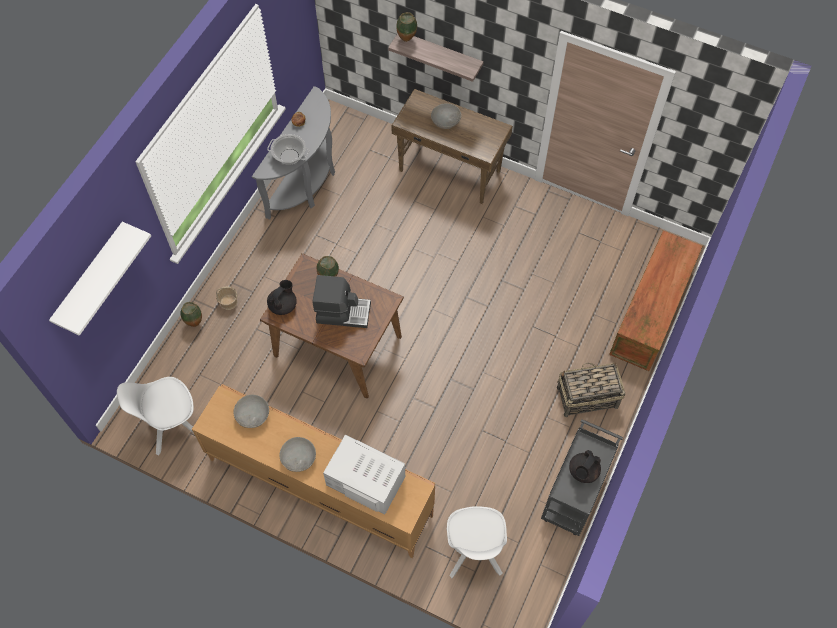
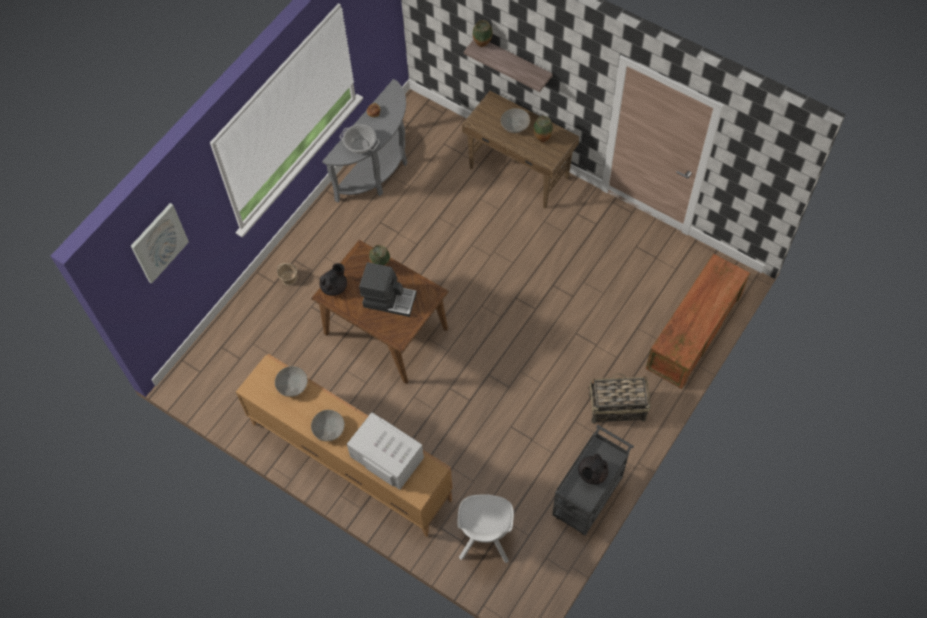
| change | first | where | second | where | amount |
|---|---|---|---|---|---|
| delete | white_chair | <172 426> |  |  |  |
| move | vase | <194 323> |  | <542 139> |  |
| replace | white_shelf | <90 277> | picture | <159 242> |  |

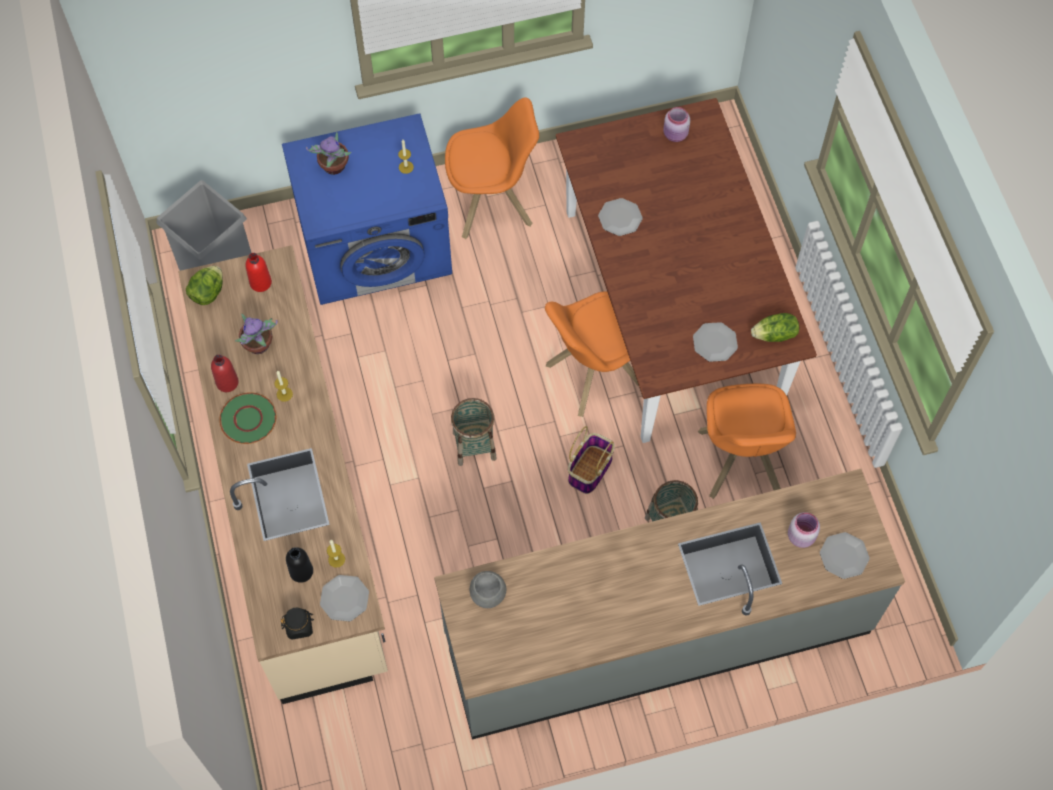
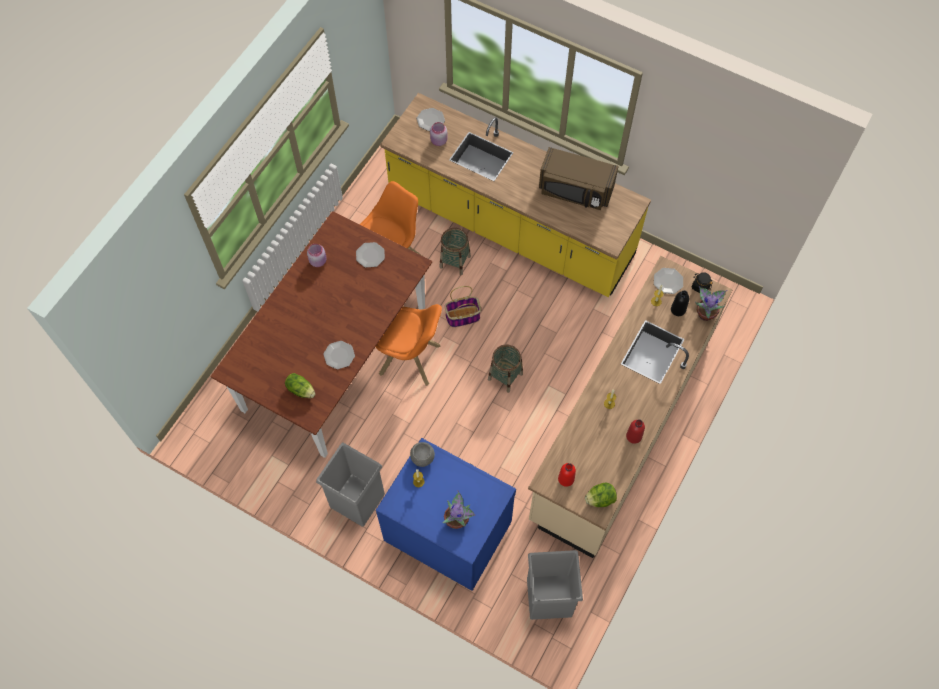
| change | first | where | second | where | amount |
|---|---|---|---|---|---|
| delete | green_plate | <248 419> |  |  |  |
| insert |  |  | brown_microwave | <575 190> |  |
| move | potted_plant | <258 345> |  | <706 313> |  |
| move | grey_bowl | <488 595> |  | <423 458> |  |
| move | pink_jar | <675 135> |  | <318 261> |  |
| move | lettuce | <775 335> |  | <301 389> |  |
| replace | orange_chair | <492 204> | grey_trash_can | <357 500> |  |
| recolor | grey_counter | <657 632> | yellow_counter | <510 226> |  |

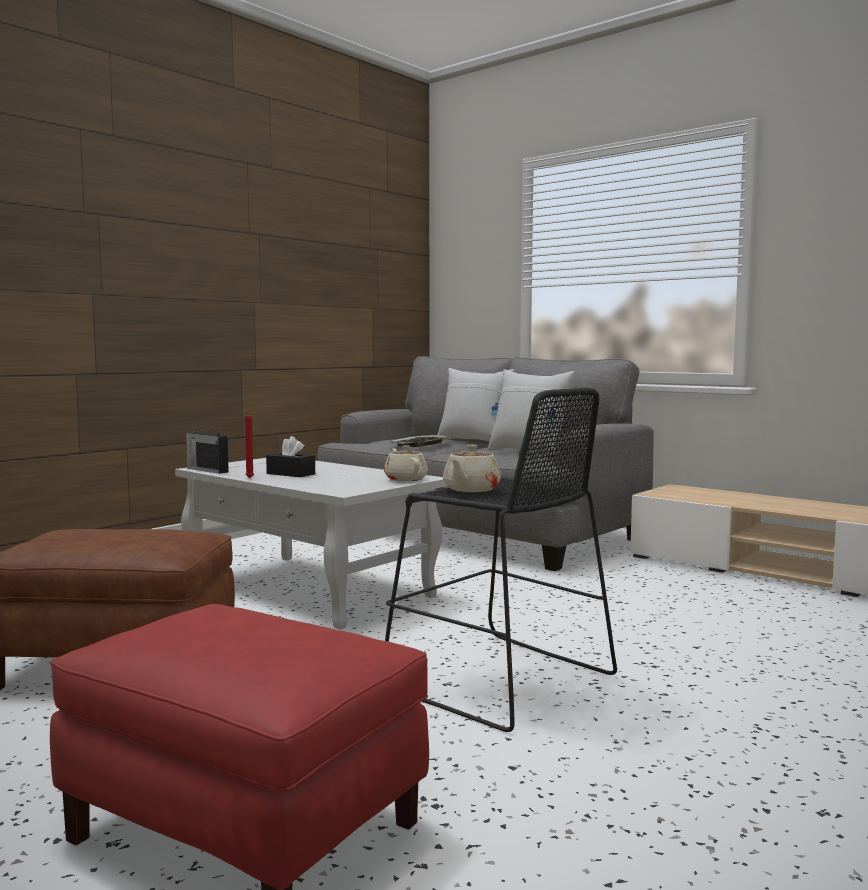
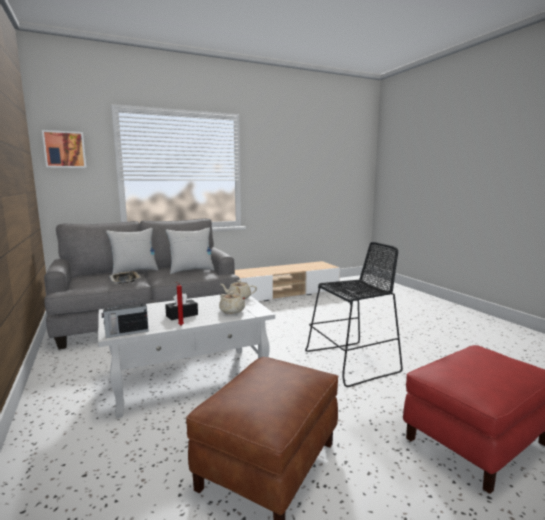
| change | first | where | second | where | amount |
|---|---|---|---|---|---|
| insert |  |  | picture | <65 149> |  |
| move | beige_teapot | <470 490> |  | <232 311> |  |

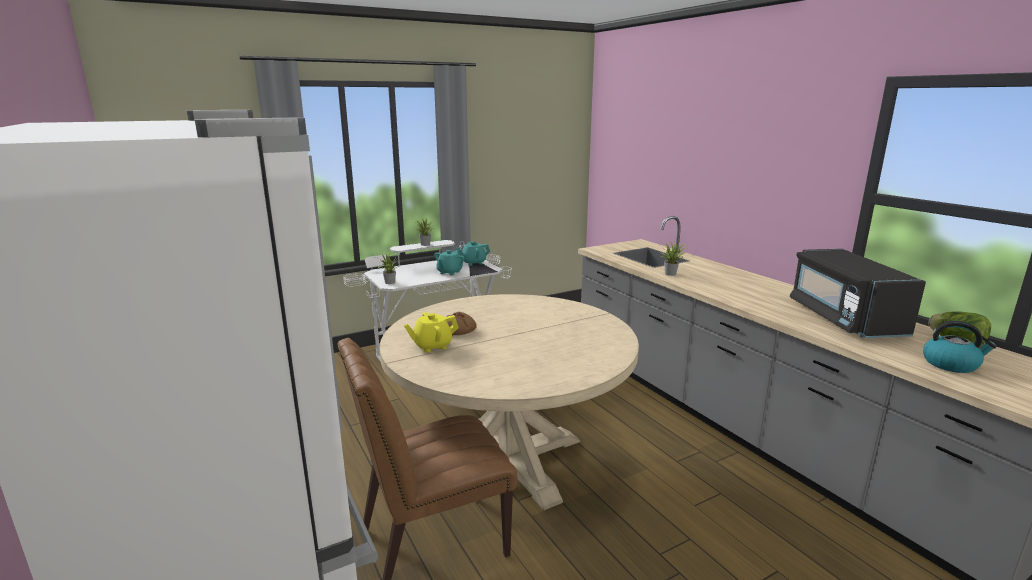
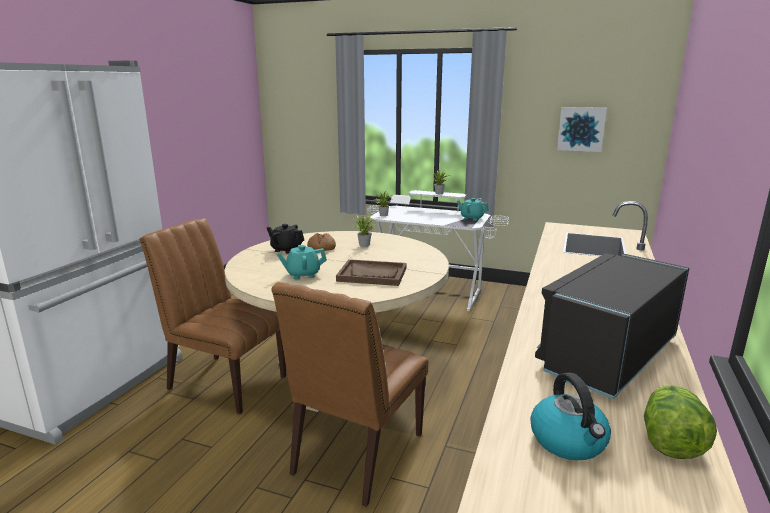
| change | first | where | second | where | amount |
|---|---|---|---|---|---|
| insert |  |  | brown_chair | <358 452> |  |
| insert |  |  | brown_tray | <372 274> |  |
| insert |  |  | picture | <581 129> |  |
| move | turquoise_teapot | <449 272> |  | <303 274> |  |
| move | potted_plant | <671 273> |  | <366 245> |  |
| recolor | yellow_teapot | <432 346> | black_teapot | <286 250> |  |

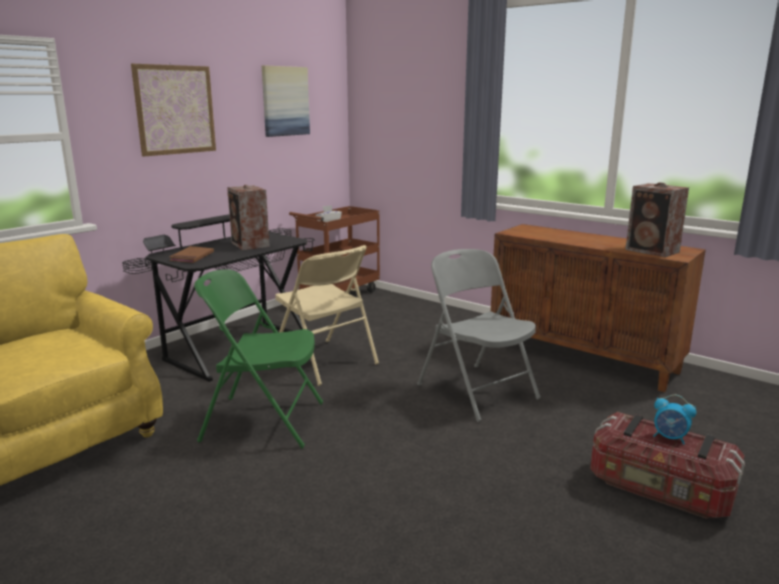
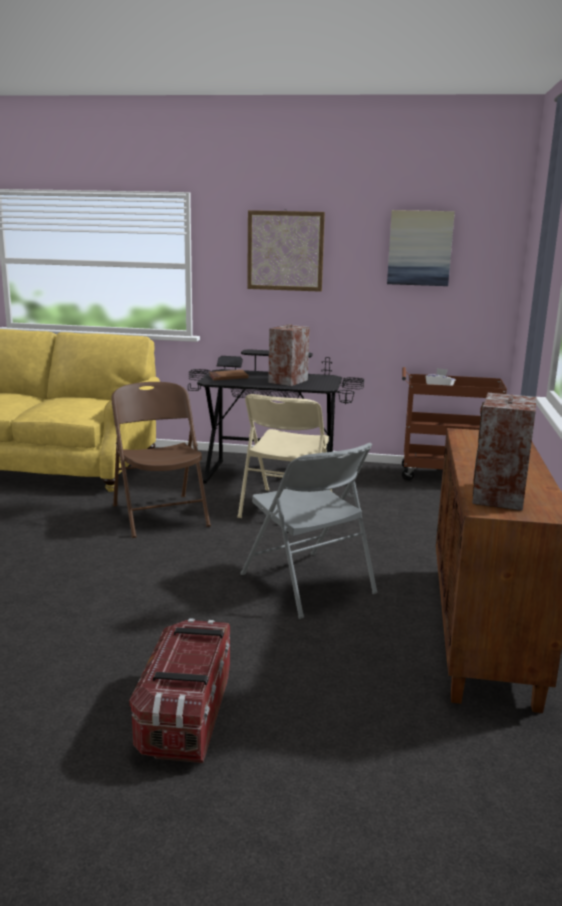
| change | first | where | second | where | amount |
|---|---|---|---|---|---|
| delete | alarm_clock | <670 438> |  |  |  |
| recolor | green_chair | <264 421> | brown_chair | <160 515> |  |
| rotate | grey_chair | <477 391> |  | <307 584> | 120 degrees clockwise |

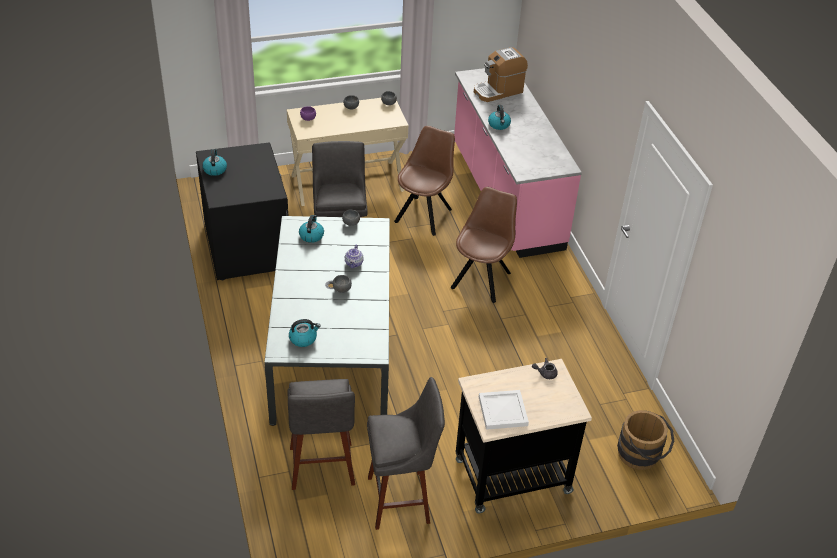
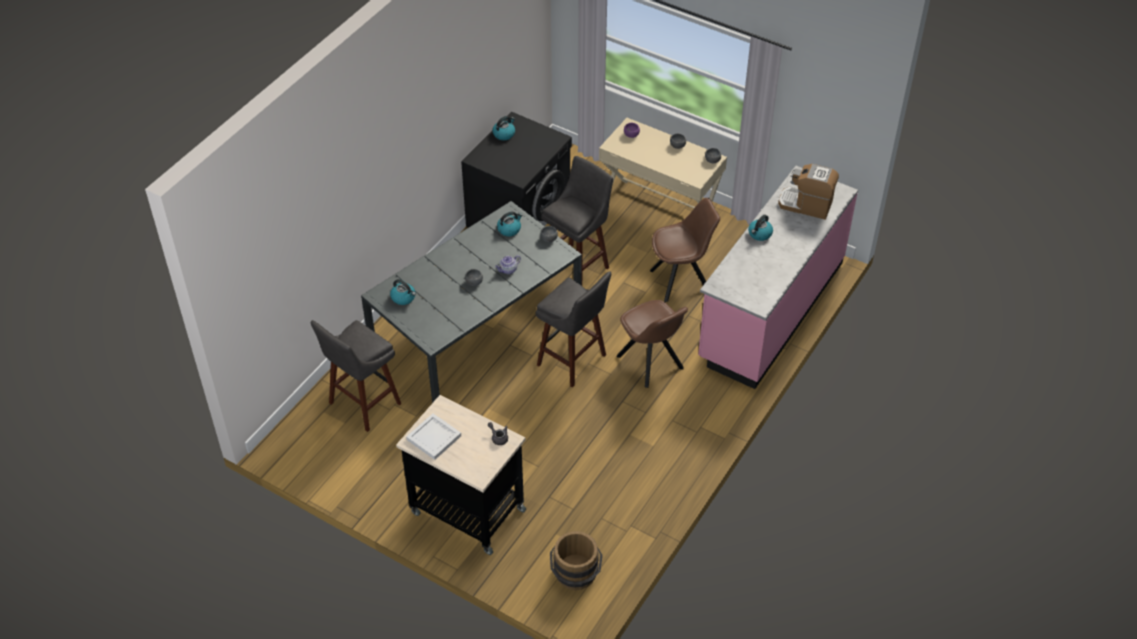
| change | first | where | second | where | amount |
|---|---|---|---|---|---|
| move | grey_stool | <402 500> |  | <573 362> |  |
| rotate | brown_chair | <481 280> |  | <650 362> | 75 degrees clockwise |

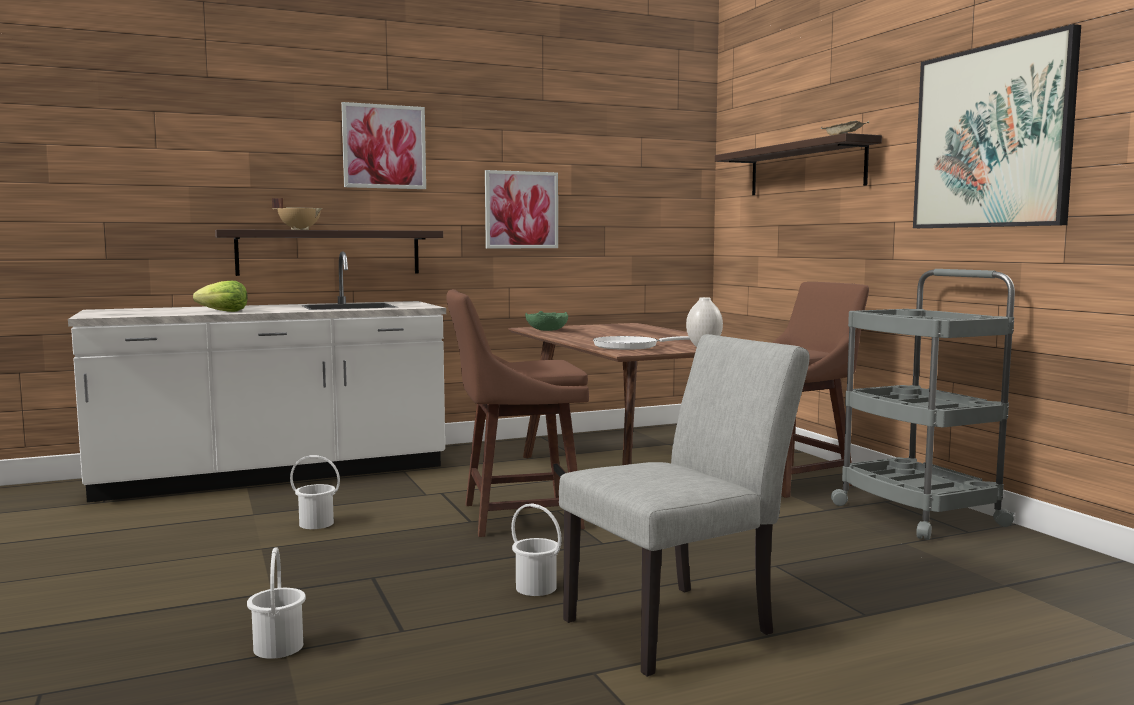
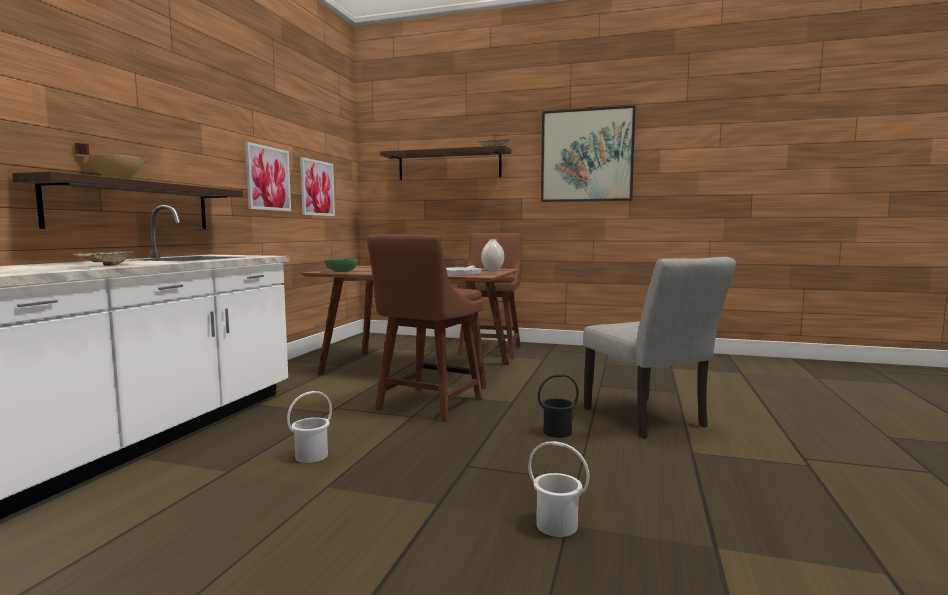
| change | first | where | second | where | amount |
|---|---|---|---|---|---|
| delete | grey_cart | <916 514> |  |  |  |
| move | picture | <384 146> |  | <317 188> |  |
| replace | lettuce | <224 311> | beige_tray | <106 266> |  |
| recolor | white_bucket | <536 587> | black_bucket | <557 432> |  |
| rotate | grey_chair | <681 623> |  | <649 420> | 150 degrees clockwise |

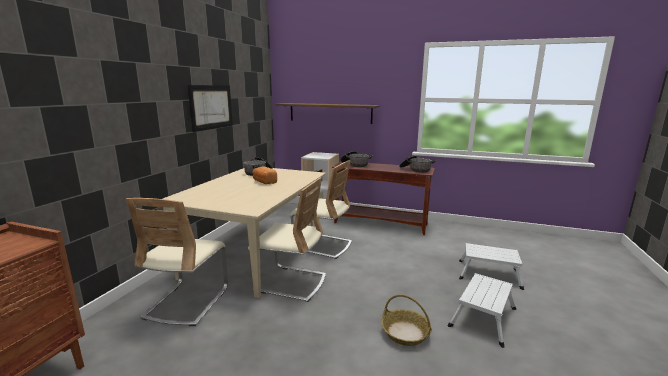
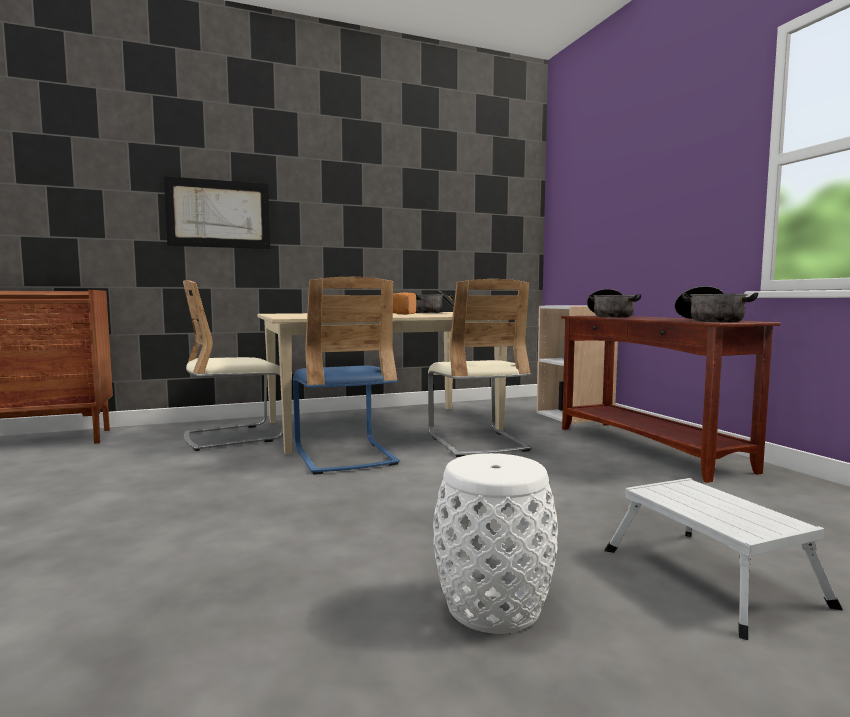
| change | first | where | second | where | amount |
|---|---|---|---|---|---|
| delete | shelf | <330 113> |  |  |  |
| delete | basket | <405 333> |  |  |  |
| move | picture | <211 107> |  | <219 214> |  |
| replace | white_step_ladder | <483 317> | white_stool | <494 607> |  |
| recolor | beige_chair | <290 283> | blue_chair | <344 456> |  |

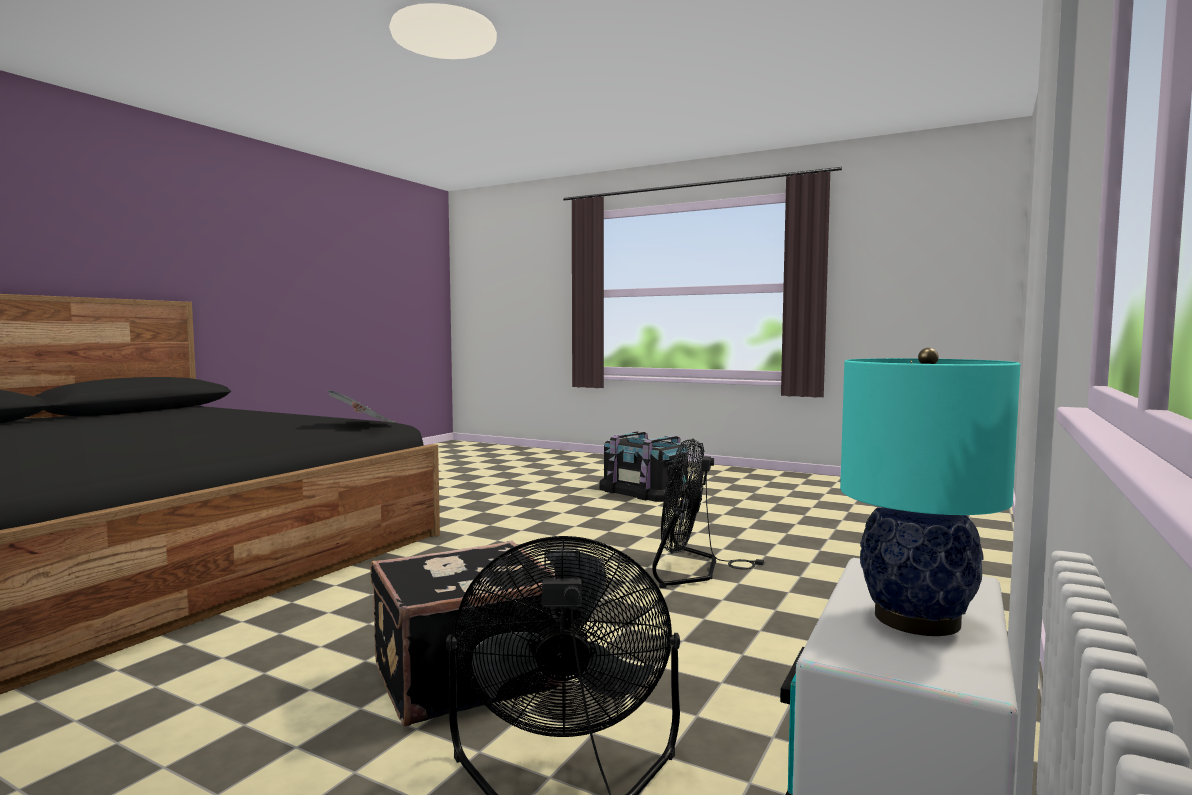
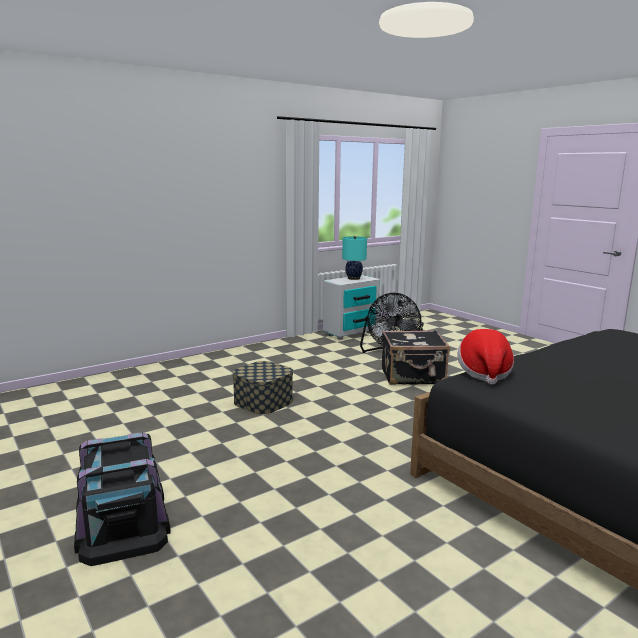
| change | first | where | second | where | amount |
|---|---|---|---|---|---|
| replace | newspaper | <361 424> | hat | <484 373> |  |
| replace | black_fan | <695 567> | storage_box | <263 401> |  |

